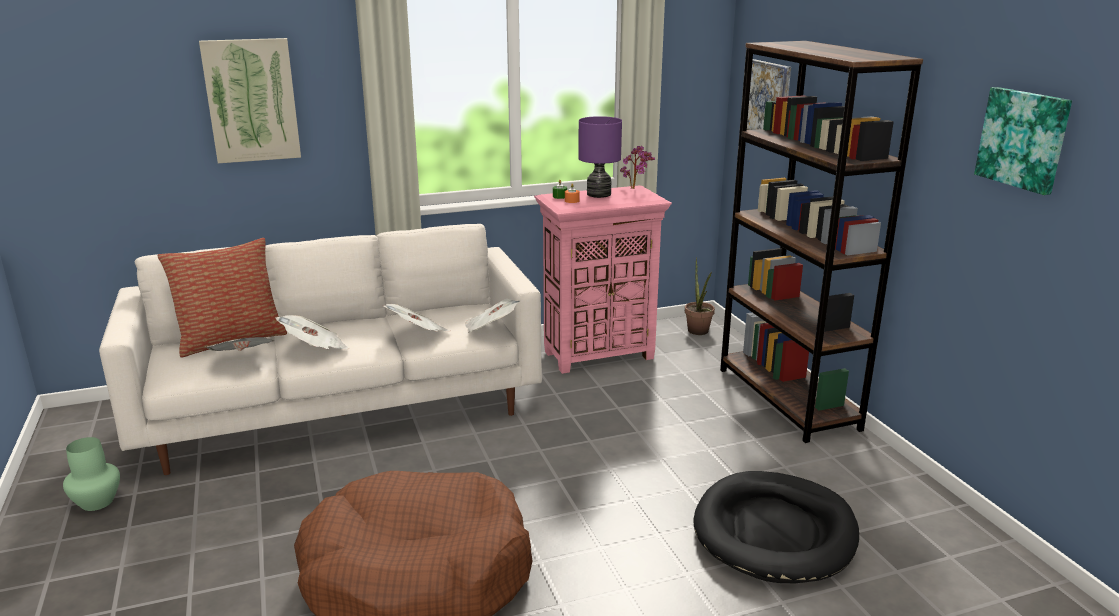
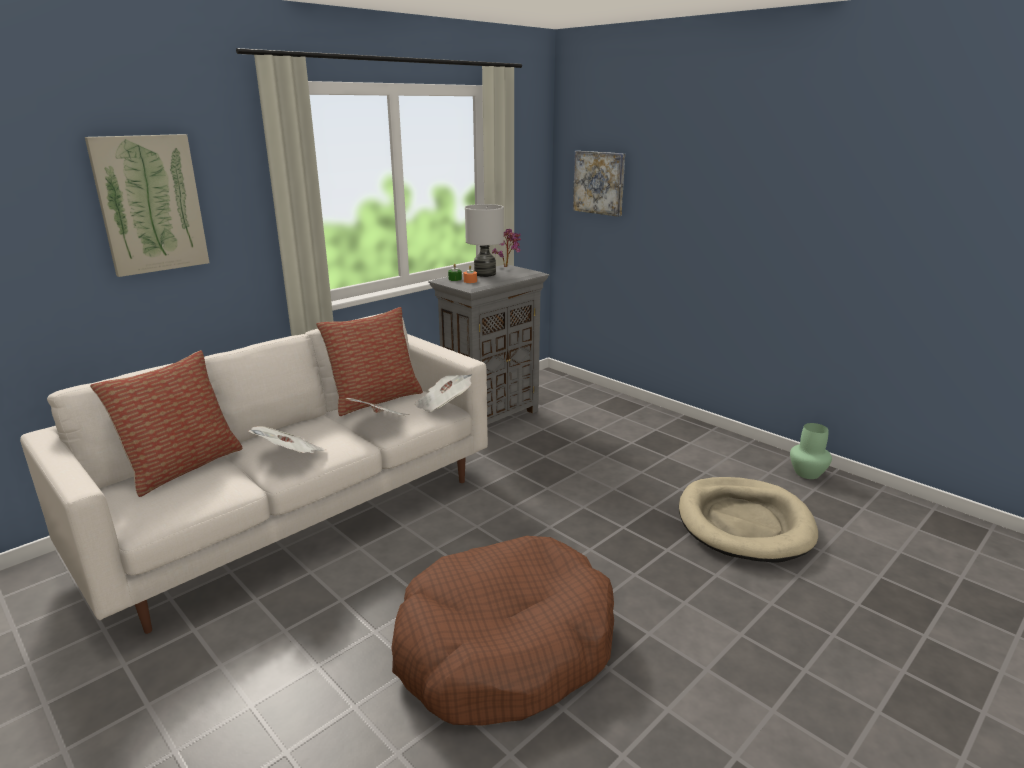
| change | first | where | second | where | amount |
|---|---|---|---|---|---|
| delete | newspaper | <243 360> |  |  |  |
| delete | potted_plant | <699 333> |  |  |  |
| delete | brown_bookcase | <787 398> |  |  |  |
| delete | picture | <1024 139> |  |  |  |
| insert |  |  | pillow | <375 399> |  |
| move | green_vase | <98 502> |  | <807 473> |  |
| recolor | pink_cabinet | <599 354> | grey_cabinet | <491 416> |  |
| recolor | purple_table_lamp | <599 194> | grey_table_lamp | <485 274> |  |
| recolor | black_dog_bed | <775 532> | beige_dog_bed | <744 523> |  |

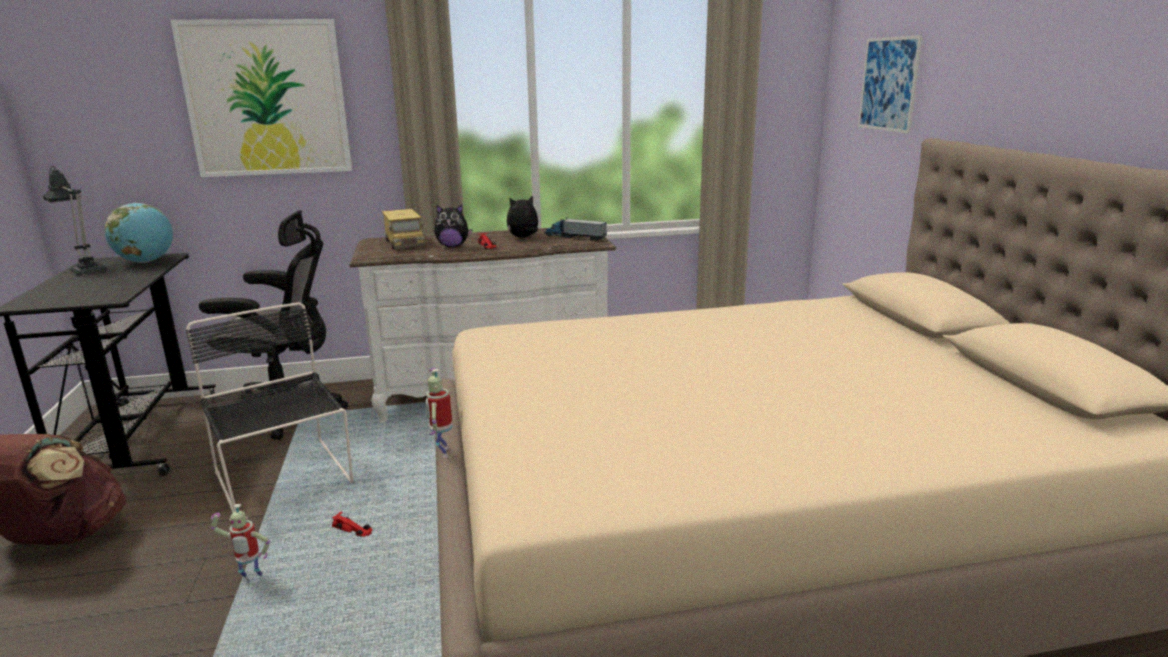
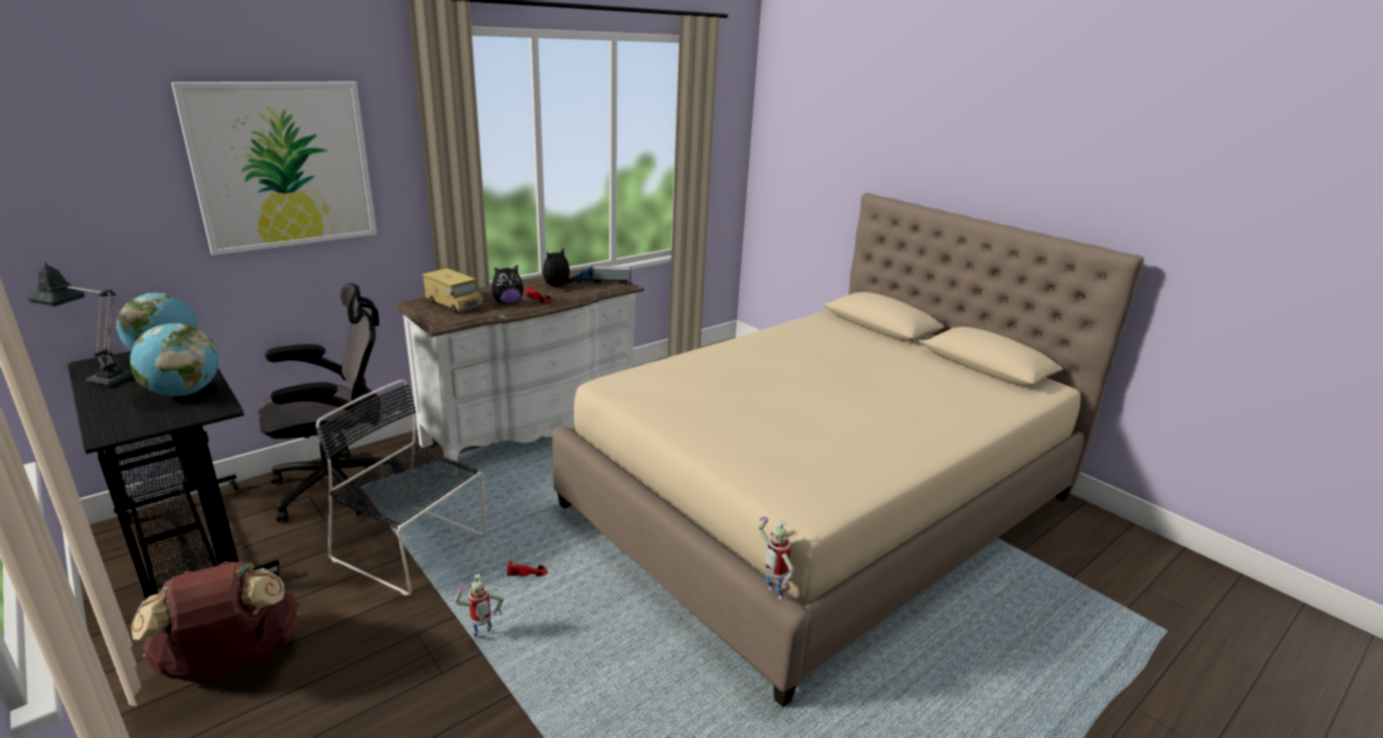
| change | first | where | second | where | amount |
|---|---|---|---|---|---|
| delete | picture | <888 84> |  |  |  |
| insert |  |  | globe | <184 393> |  |
| move | toy_robot | <442 452> |  | <773 594> |  |

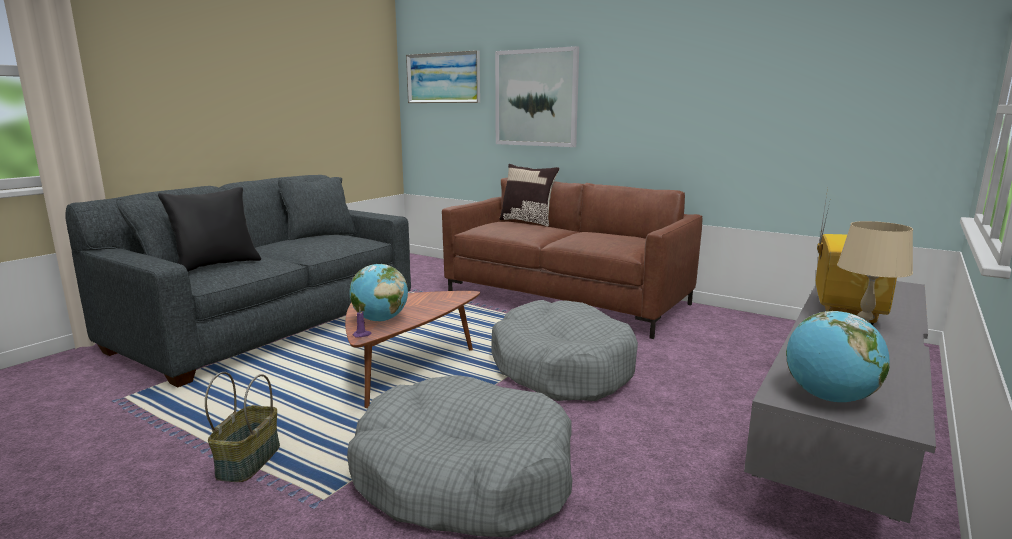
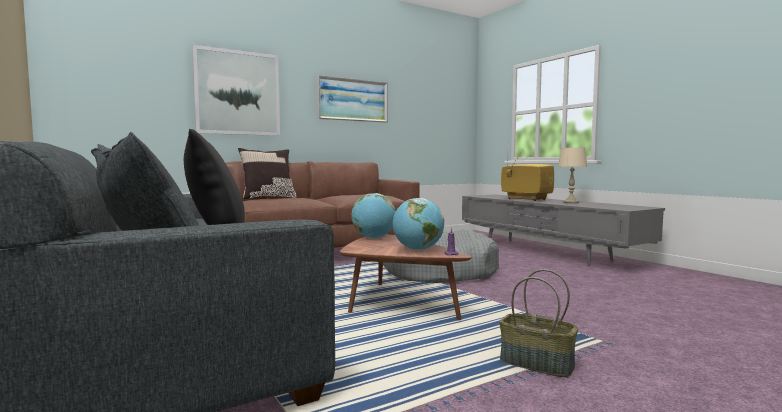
| change | first | where | second | where | amount |
|---|---|---|---|---|---|
| delete | grey_dog_bed | <463 477> |  |  |  |
| move | picture | <443 78> |  | <353 100> |  |
| move | globe | <829 398> |  | <374 238> |  |

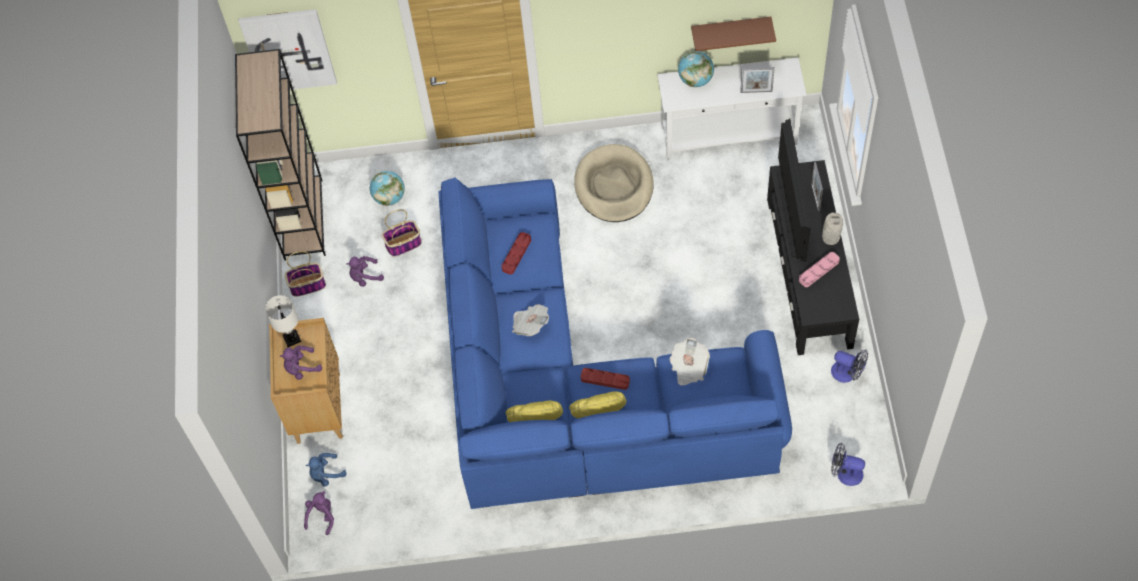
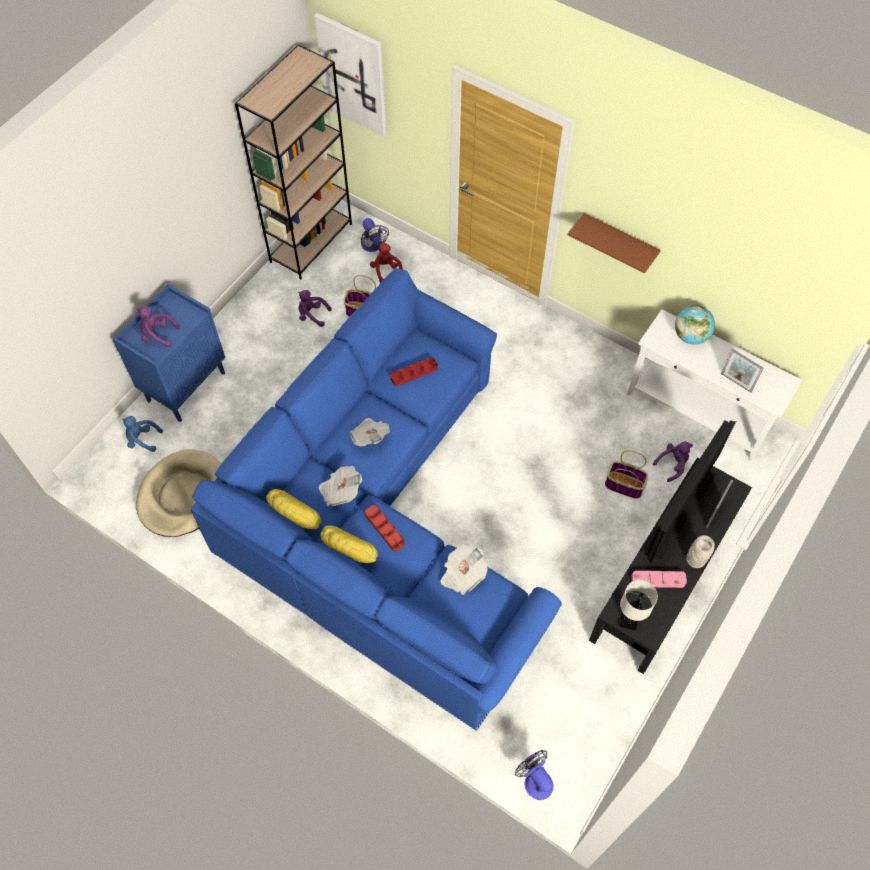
| change | first | where | second | where | amount |
|---|---|---|---|---|---|
| insert |  |  | newspaper | <340 491> |  |
| move | white_table_lamp | <291 338> |  | <628 620> |  |
| move | basket | <308 285> |  | <624 485> |  |
| move | purple_plush_toy | <322 516> |  | <672 464> |  |
| move | beige_dog_bed | <614 186> |  | <183 495> |  |
| move | brown_shelf | <730 30> |  | <619 241> |  |
| move | fan | <848 373> |  | <373 246> |  |
| replace | globe | <389 197> | red_plush_toy | <386 270> |  |
| recolor | brown_cabinet | <318 407> | blue_cabinet | <186 386> |  |

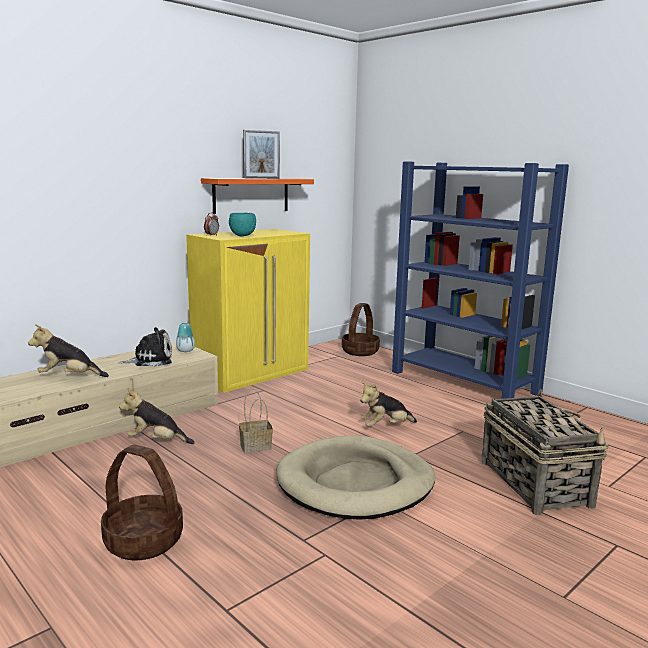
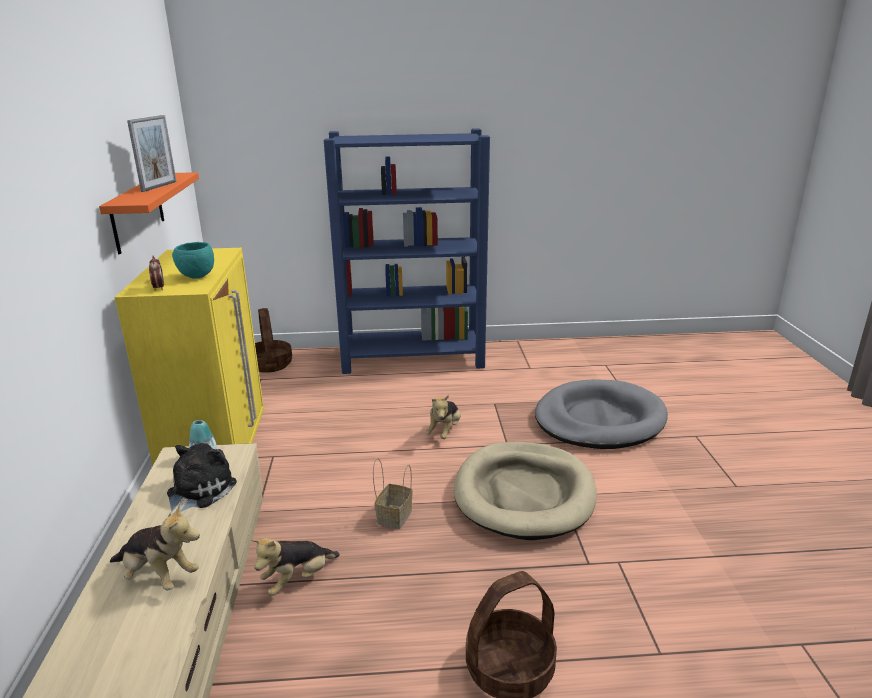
| change | first | where | second | where | amount |
|---|---|---|---|---|---|
| replace | basket | <534 482> | grey_dog_bed | <599 419> |  |
| rotate | plush_toy | <69 377> |  | <158 576> | 105 degrees counterclockwise |

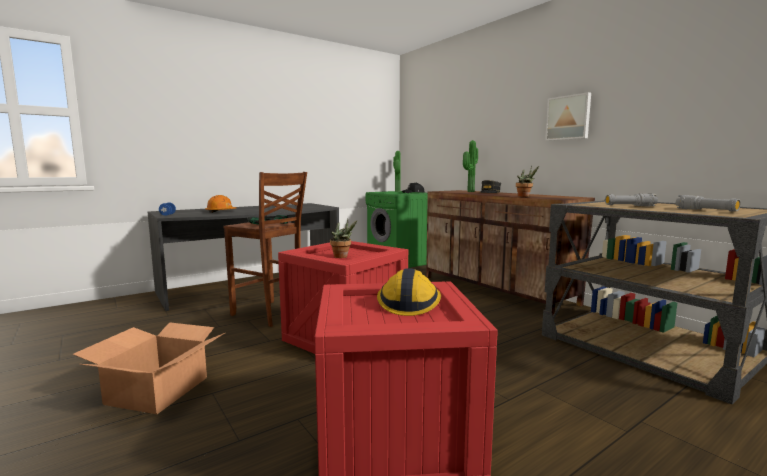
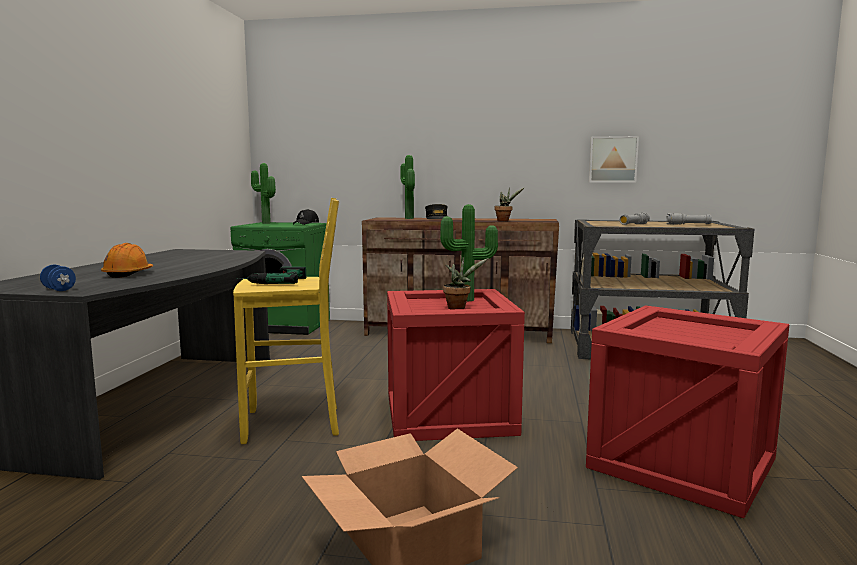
| change | first | where | second | where | amount |
|---|---|---|---|---|---|
| delete | hard_hat | <409 303> |  |  |  |
| insert |  |  | potted_plant | <468 300> |  |
| move | picture | <568 118> |  | <613 159> |  |
| recolor | brown_stool | <270 314> | yellow_stool | <295 424> |  |

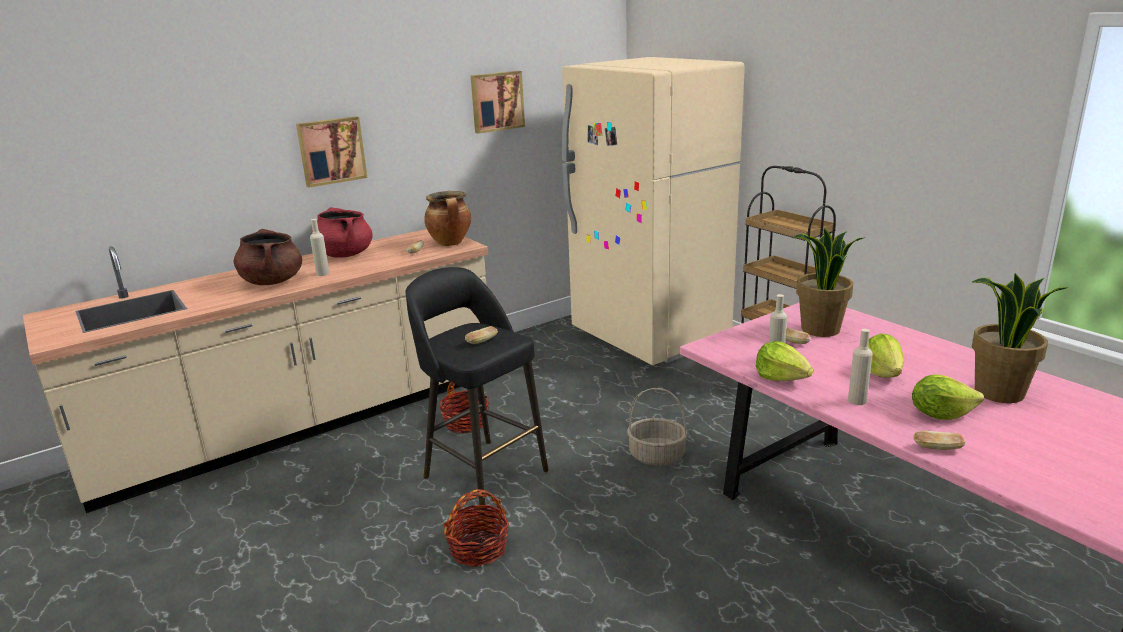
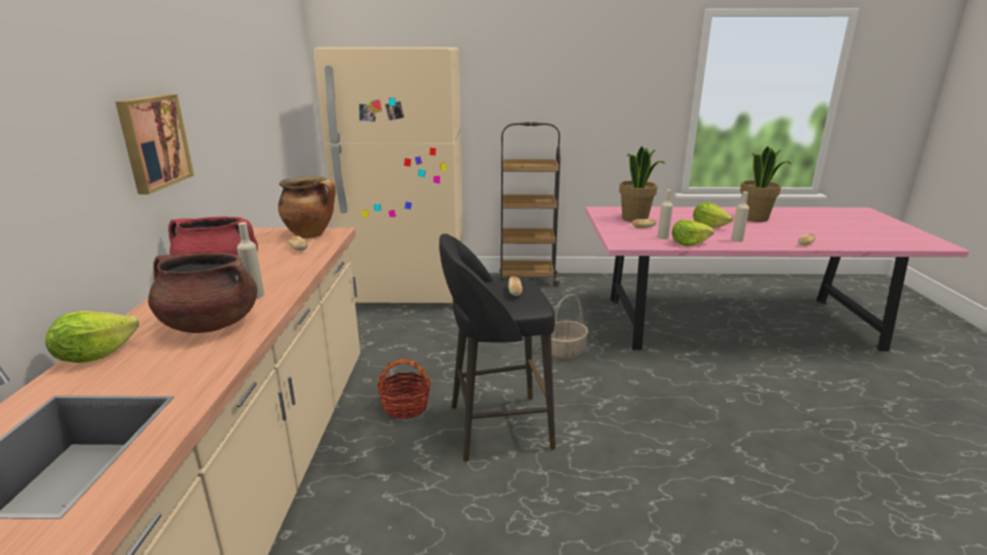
| change | first | where | second | where | amount |
|---|---|---|---|---|---|
| delete | basket | <478 548> |  |  |  |
| delete | picture | <496 101> |  |  |  |
| move | lettuce | <940 414> |  | <95 356> |  |

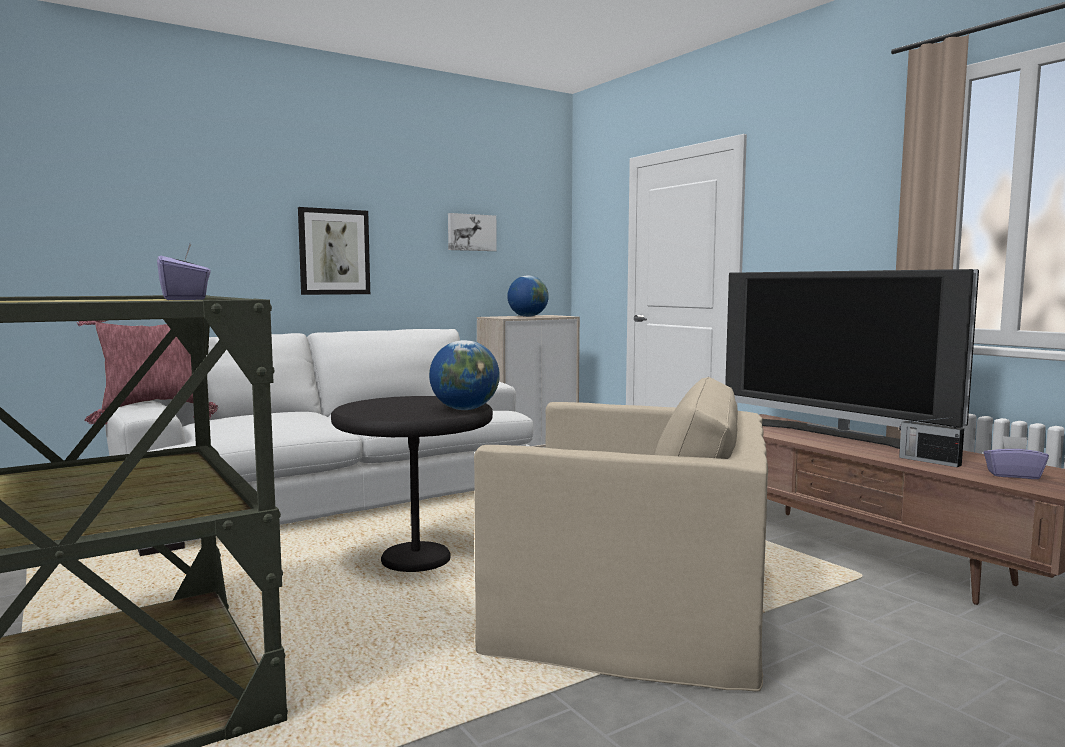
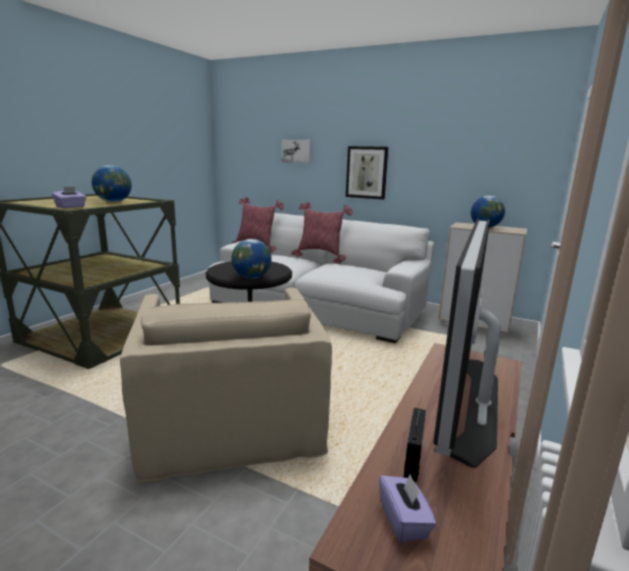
| change | first | where | second | where | amount |
|---|---|---|---|---|---|
| insert |  |  | globe | <113 202> |  |
| insert |  |  | red_pillow | <320 259> |  |
| move | picture | <471 232> |  | <296 151> |  |

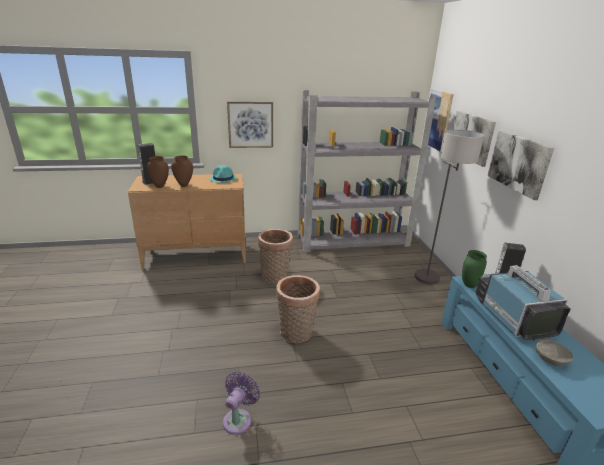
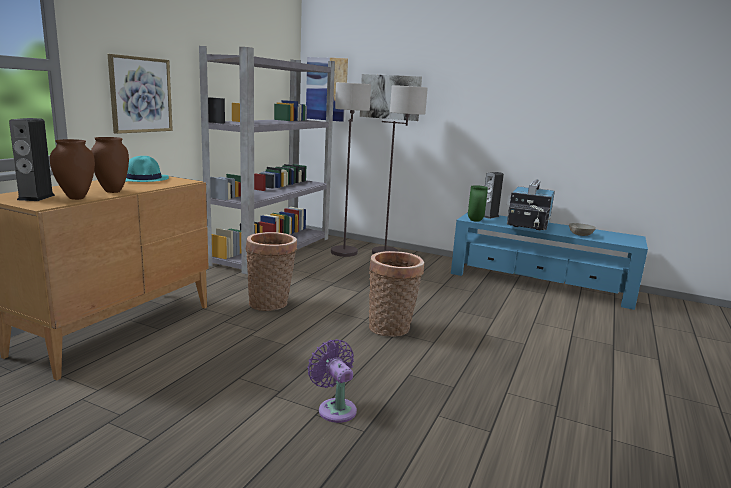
| change | first | where | second | where | amount |
|---|---|---|---|---|---|
| delete | picture | <519 163> |  |  |  |
| insert |  |  | grey_floor_lamp | <345 250> |  |
| move | purple_fan | <239 419> |  | <335 408> |  |
| rotate | television | <512 317> |  | <527 226> | 90 degrees counterclockwise |

